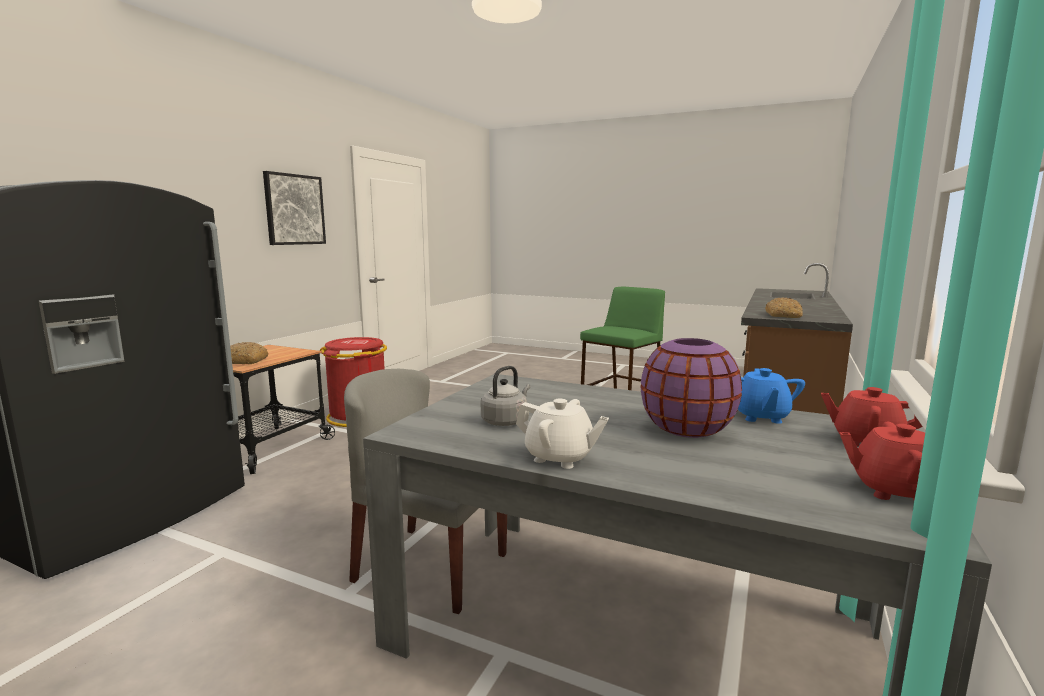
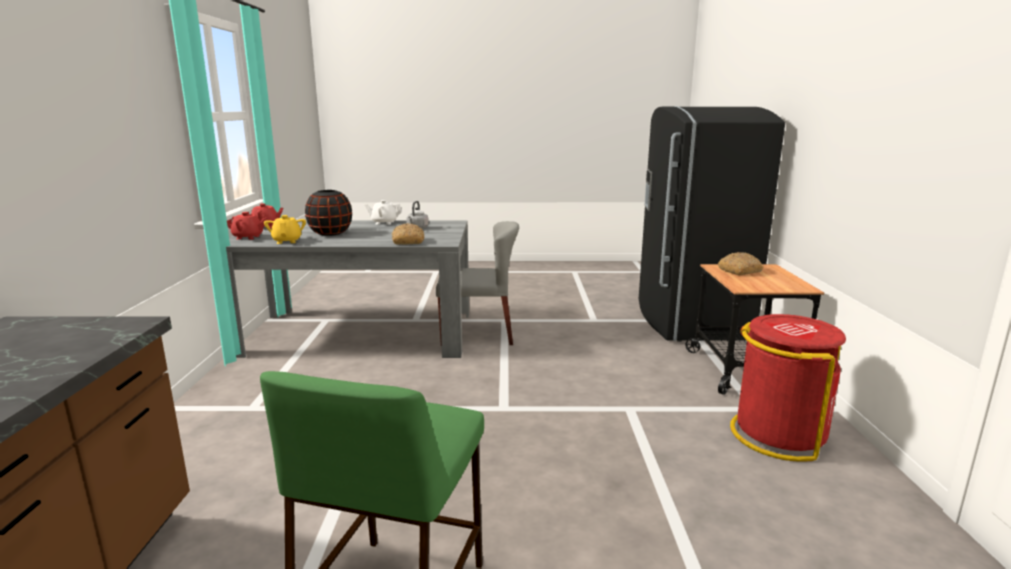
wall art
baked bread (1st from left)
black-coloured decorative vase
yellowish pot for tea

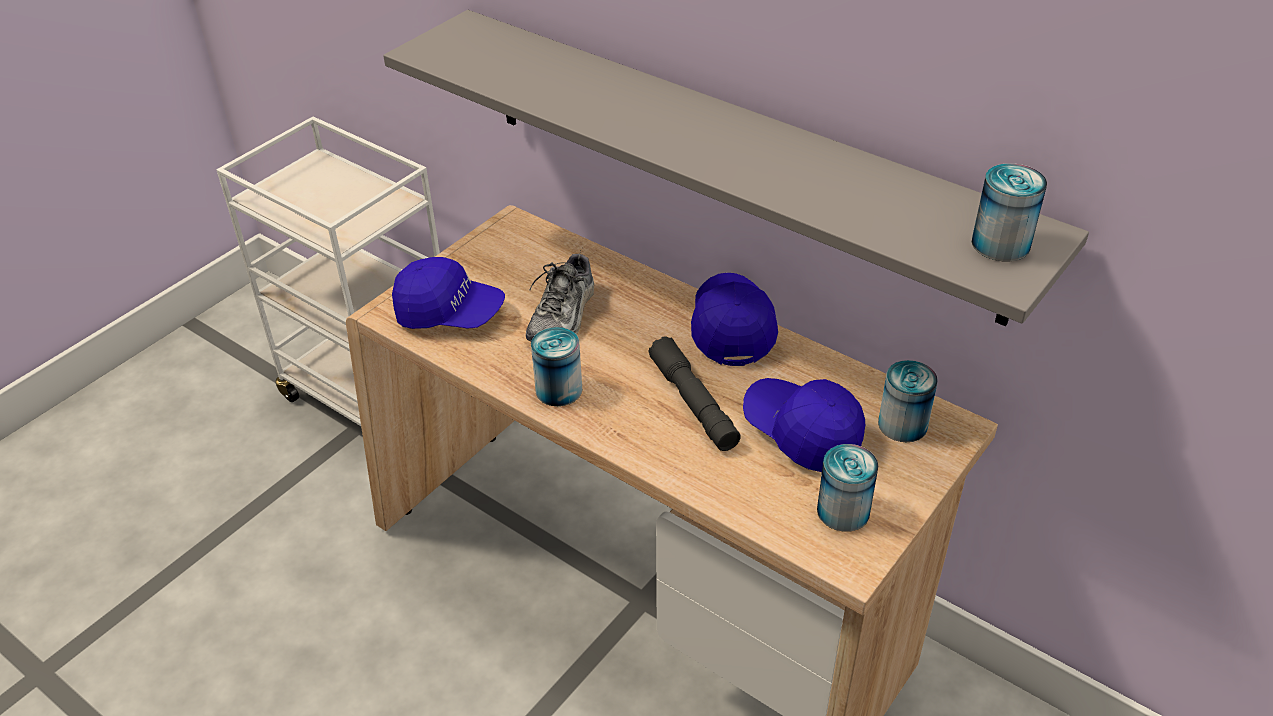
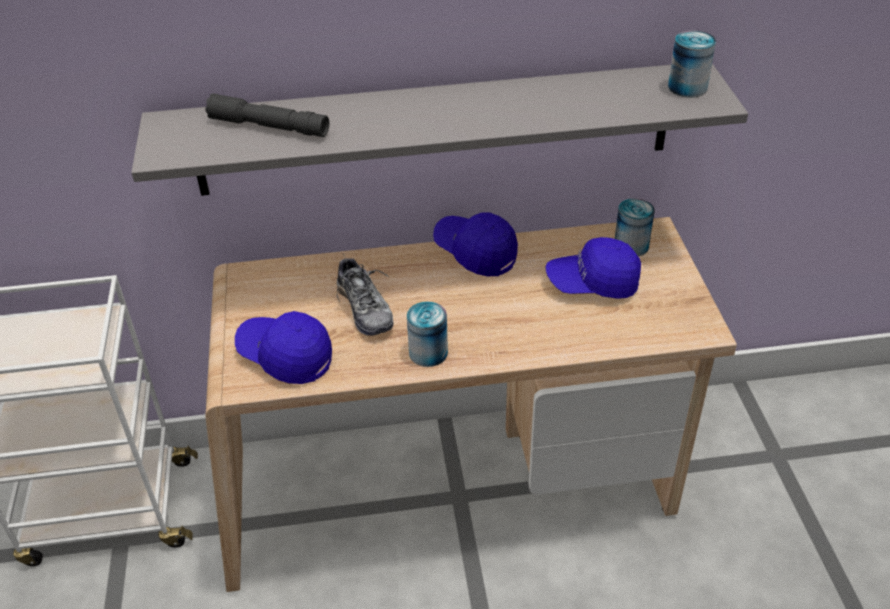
blue-coloured peaked cap (1st from left)
greyish hand torch
can (2nd from left in the first image)

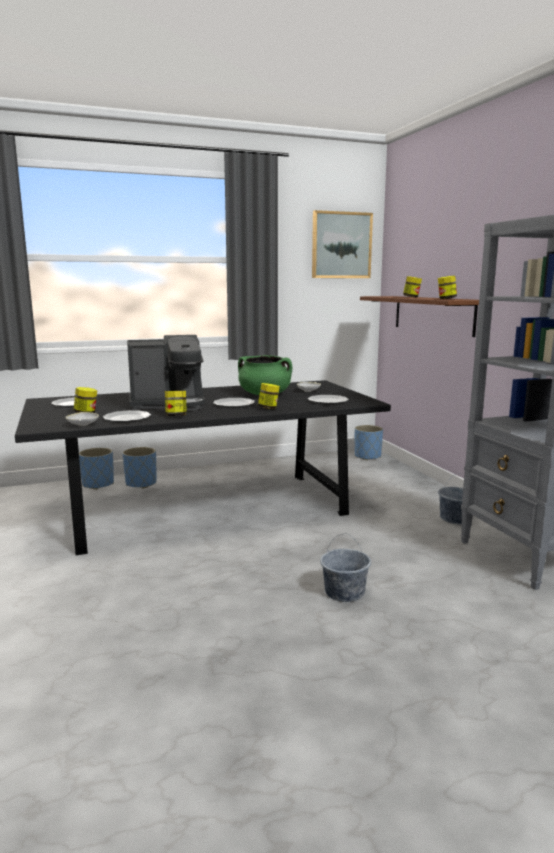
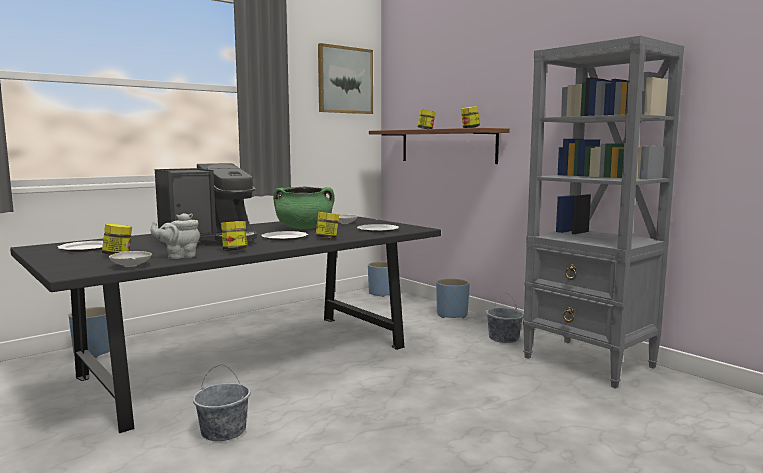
greyish pot for tea
blue-coloured plant pot (3rd from left)
greyish water bucket (1st from left)

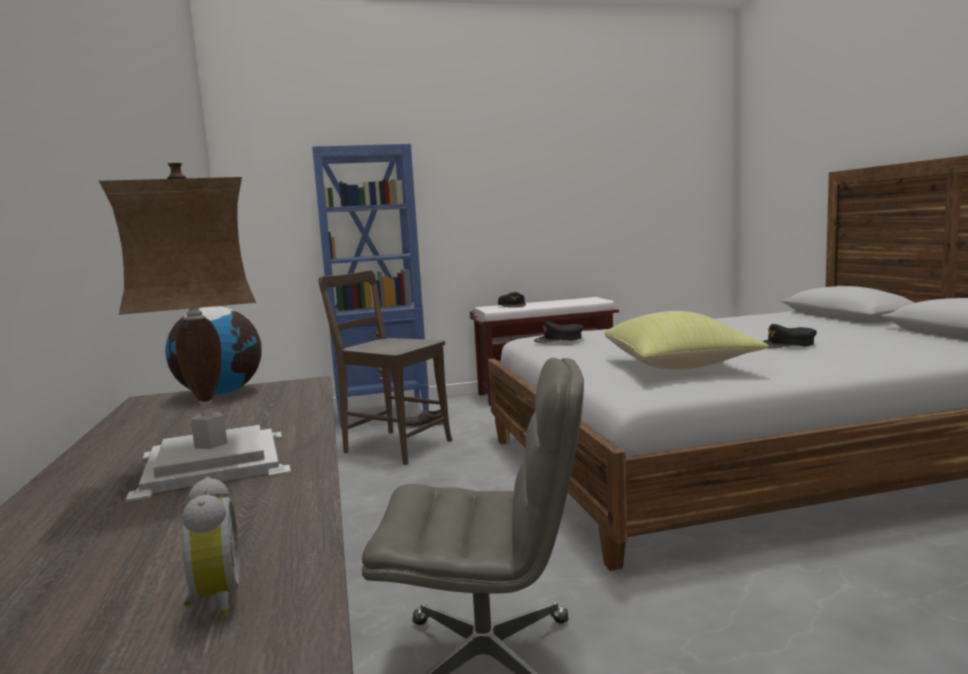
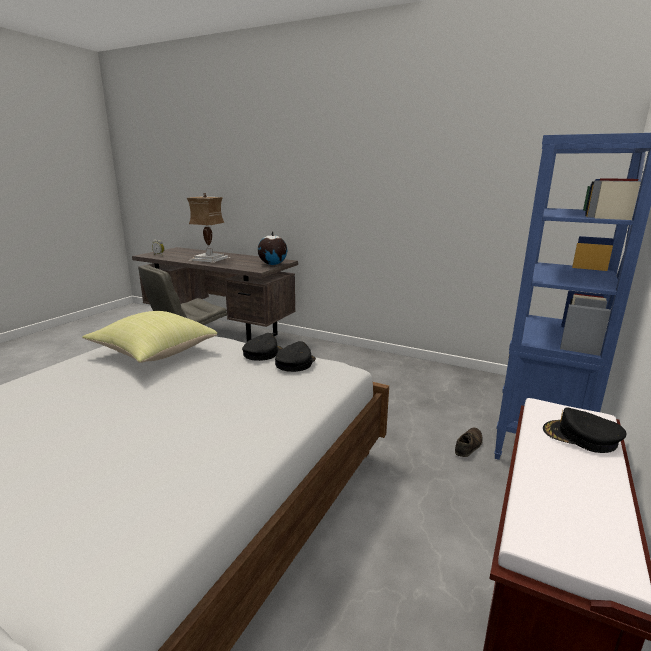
brownish upright chair
black-coloured peaked cap (1st from left)

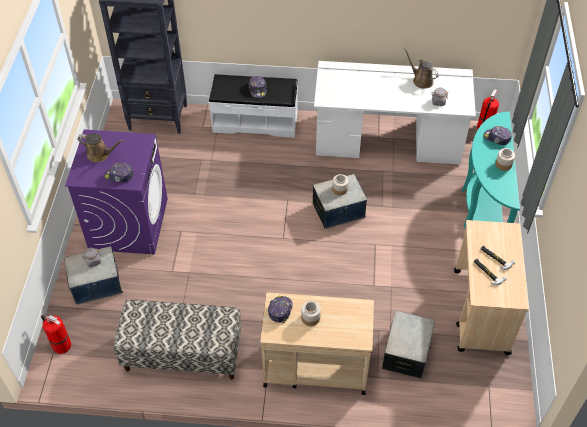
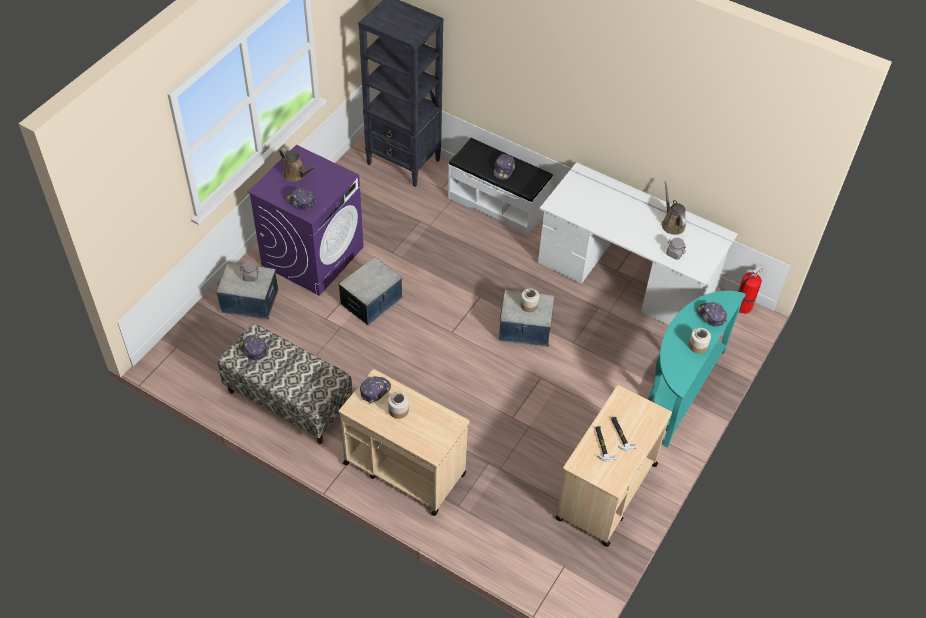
storage container (2nd from left)
extinguisher (1st from left in the first image)
peaked cap (1st from left)

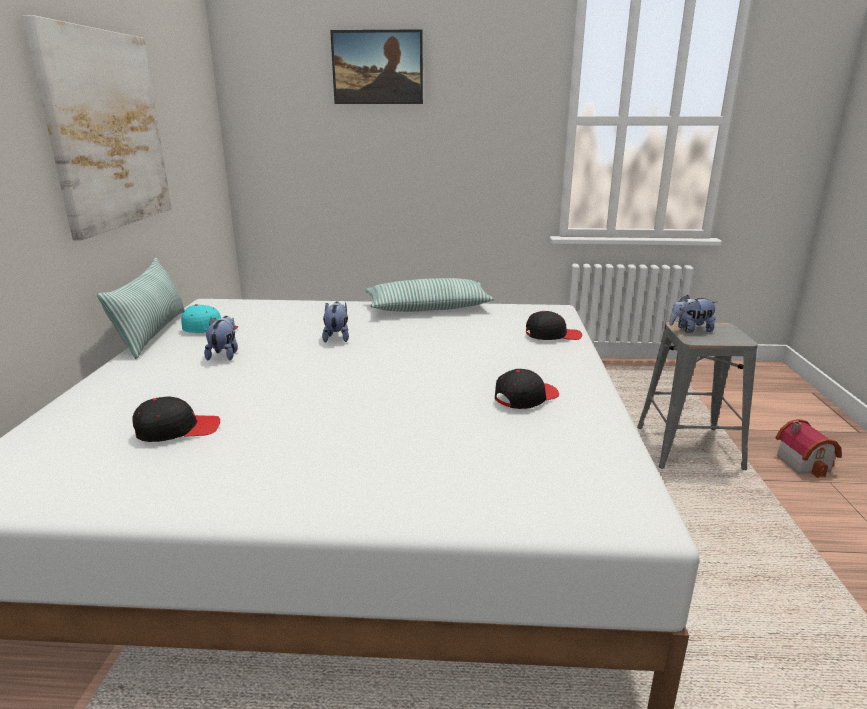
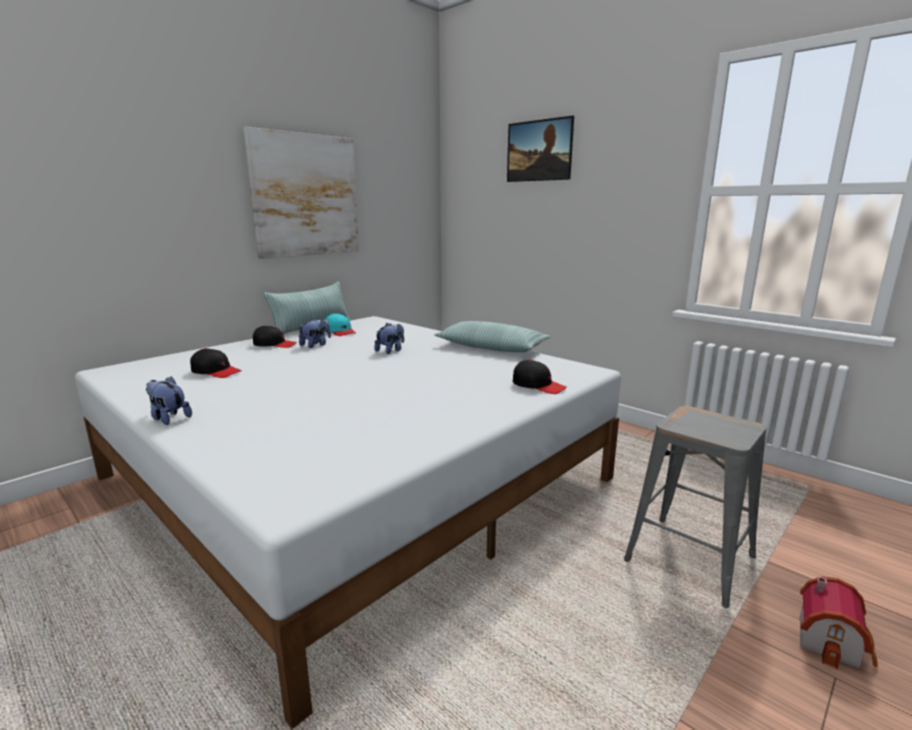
soft toy (1st from left)
black-coloured peaked cap (2nd from left)

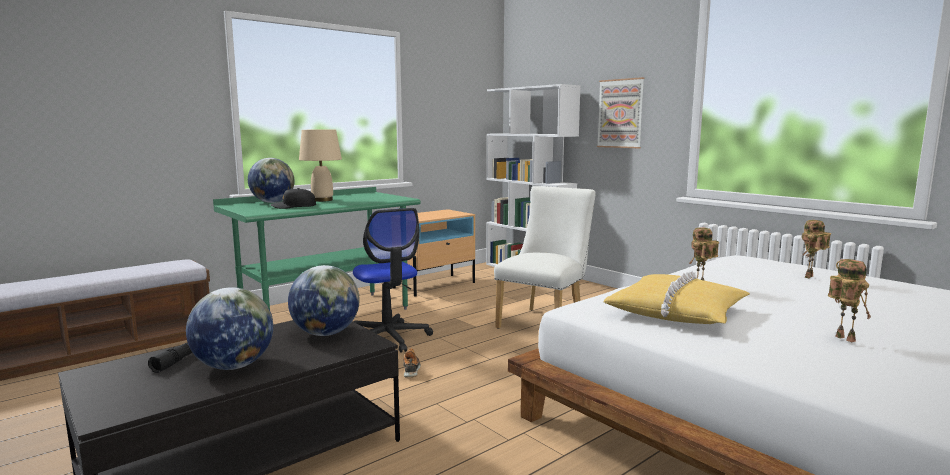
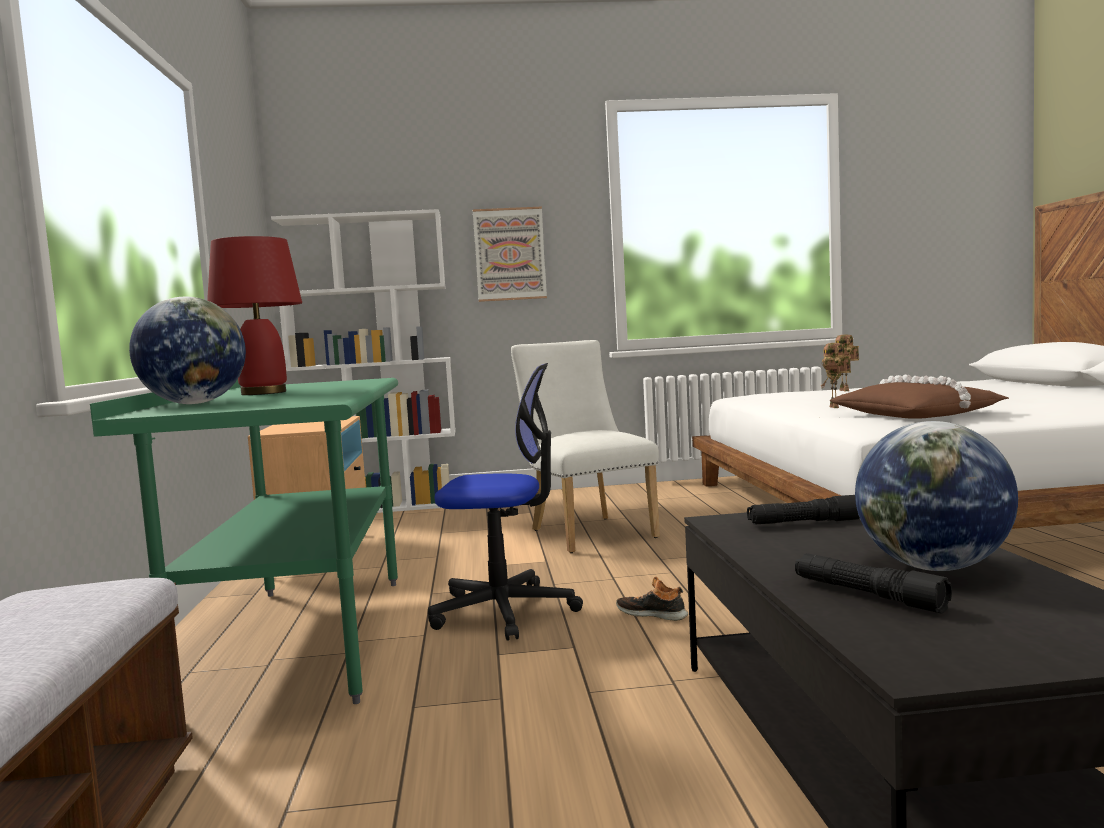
red-coloured table lamp
black-coloured peaked cap
robot figure (3rd from left in the first image)
black-coloured hand torch (1st from left)
brownish cushion

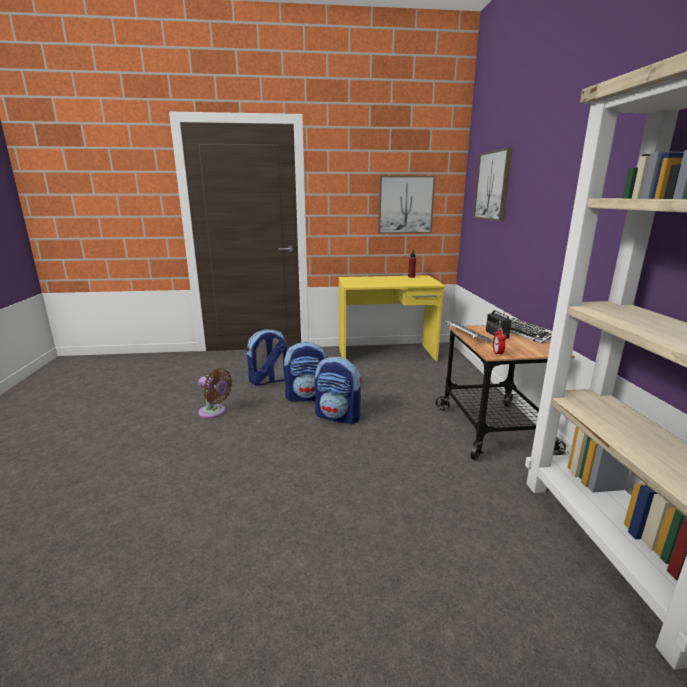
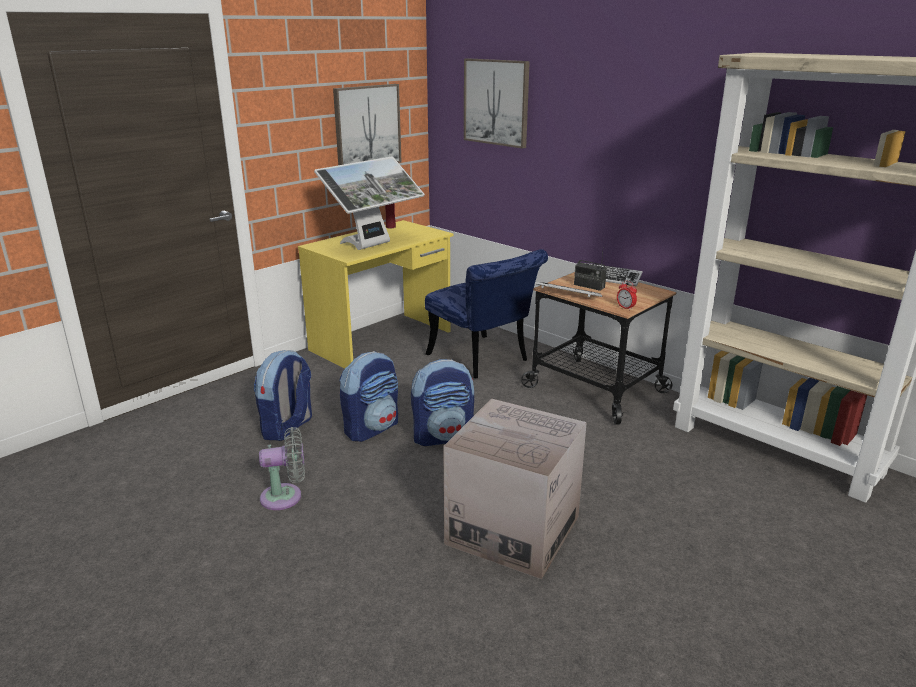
greyish electric fan
monitor
blue-coloured upright chair
packing box

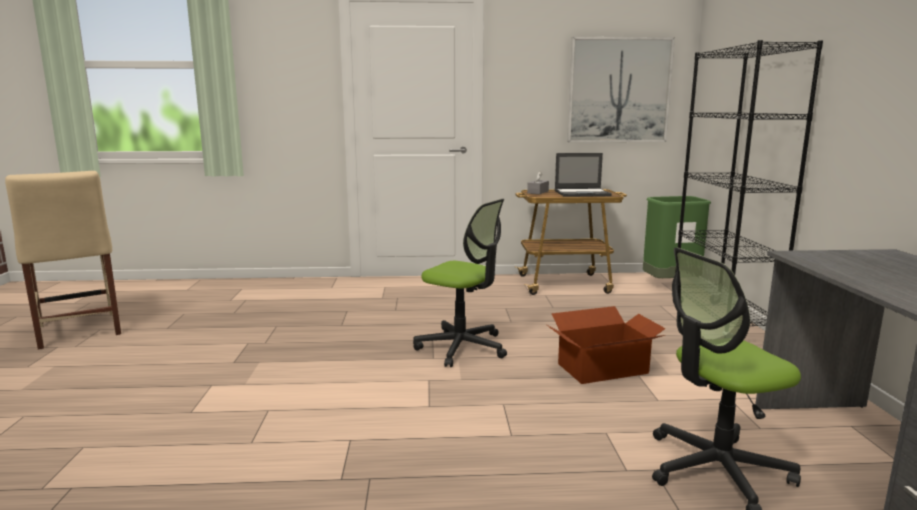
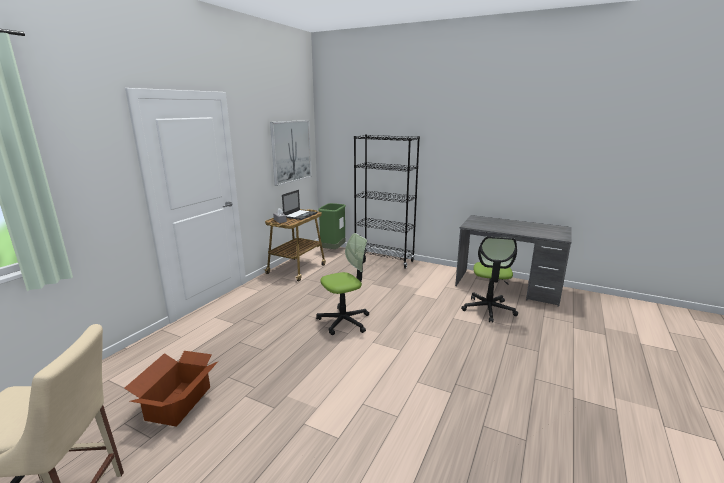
packing box

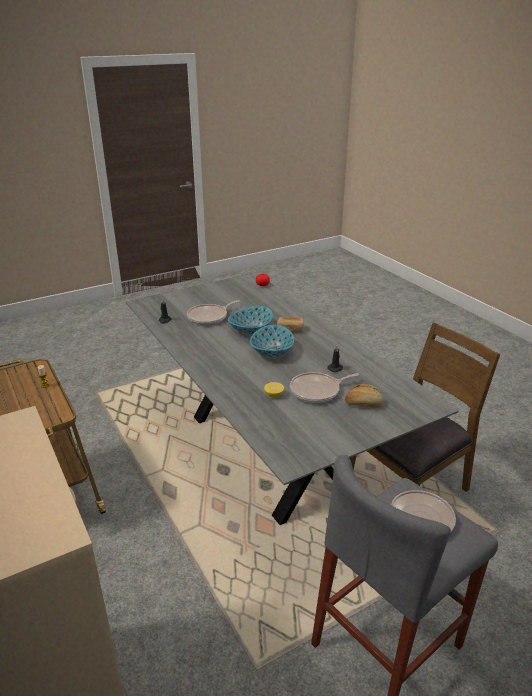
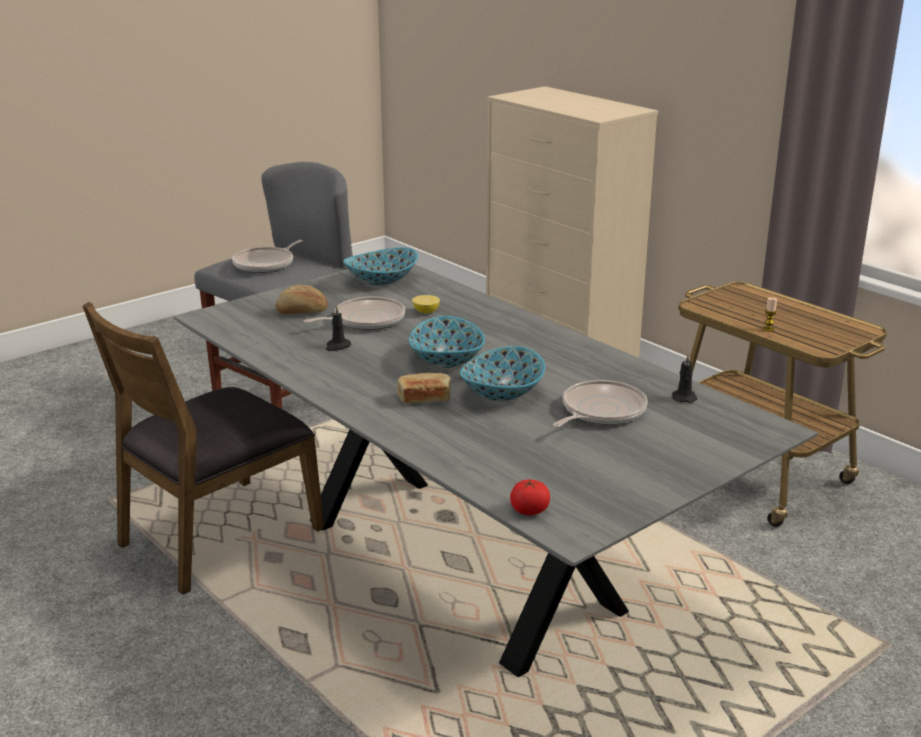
bowl (1st from left)

